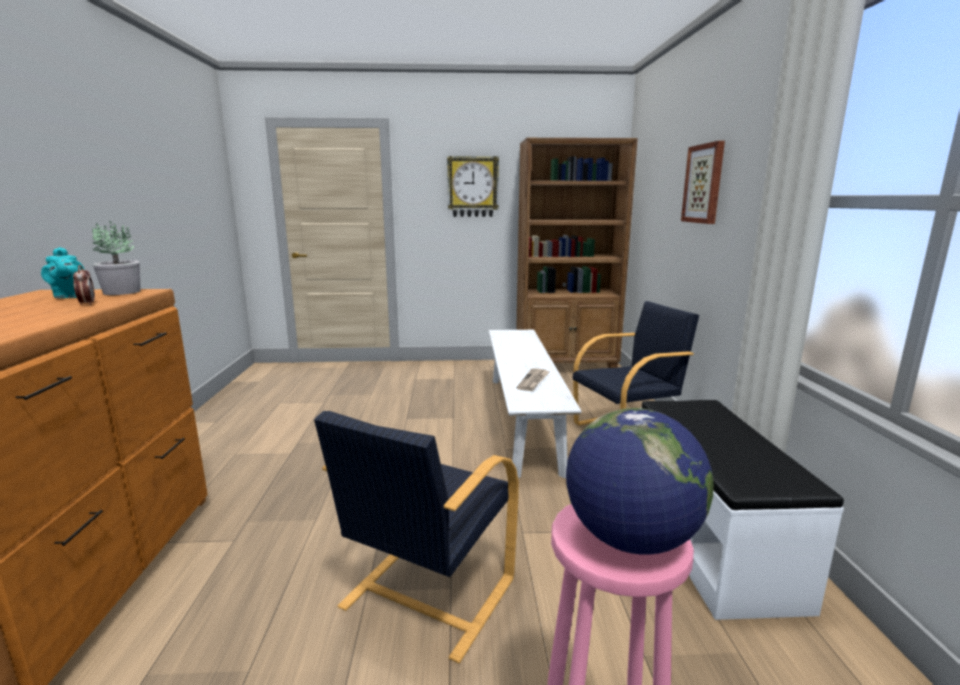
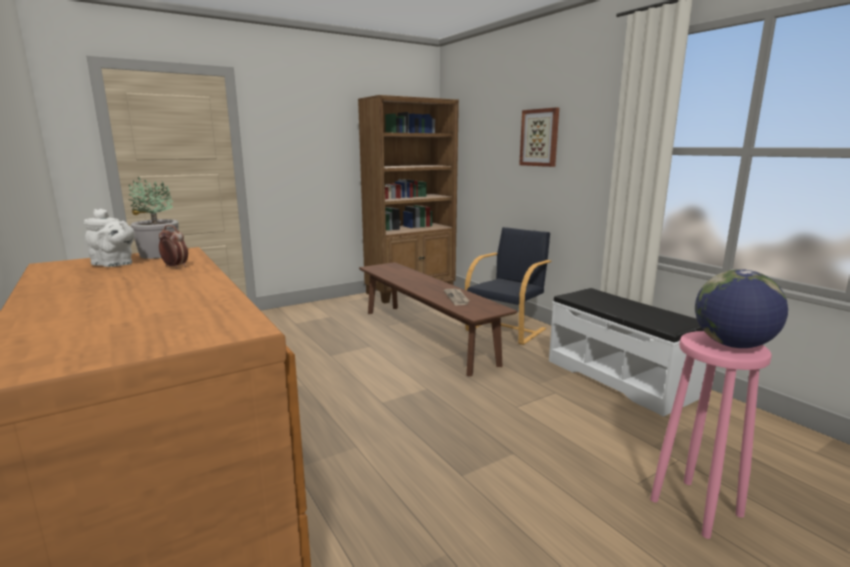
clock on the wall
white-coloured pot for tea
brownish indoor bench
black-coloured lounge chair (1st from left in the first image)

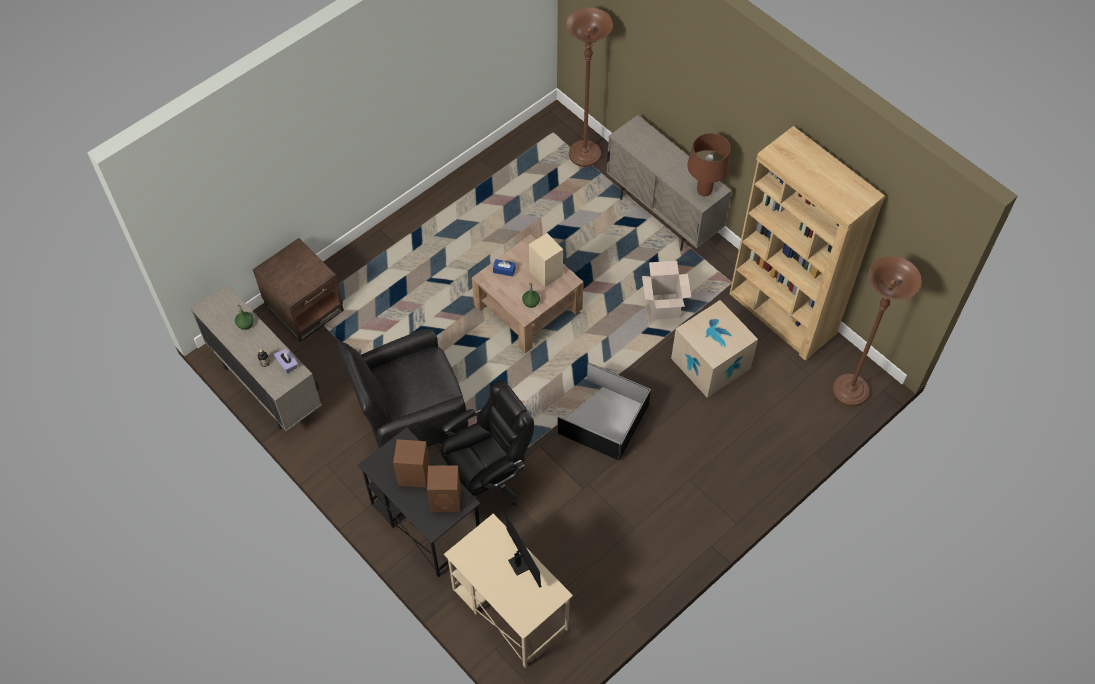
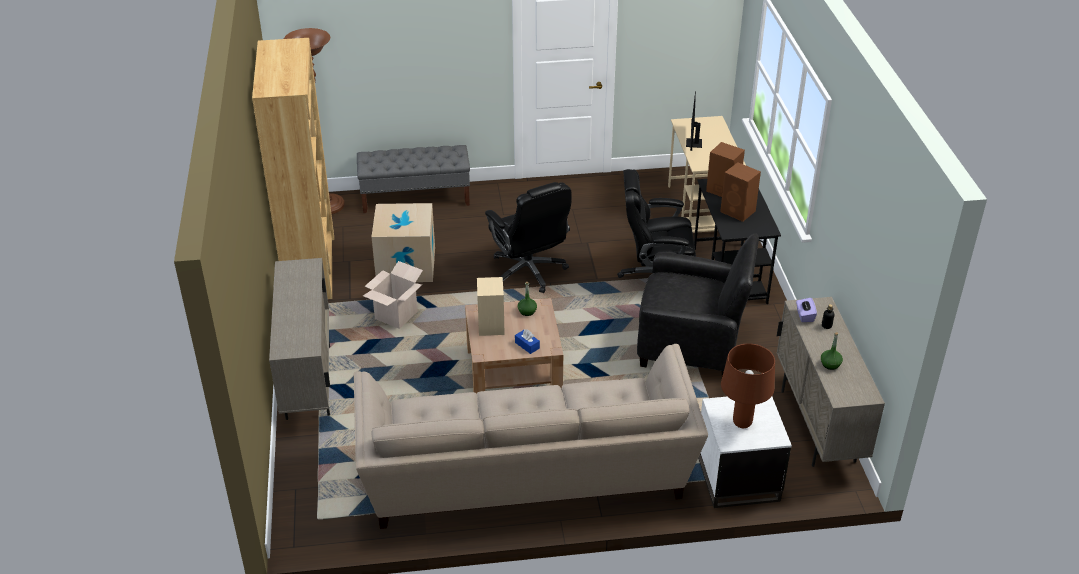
brownish standing lamp (1st from left in the first image)
brownish table lamp
white-coloured side table
black-coloured computer chair (1st from left)
greyish indoor bench
beige-coloured settee

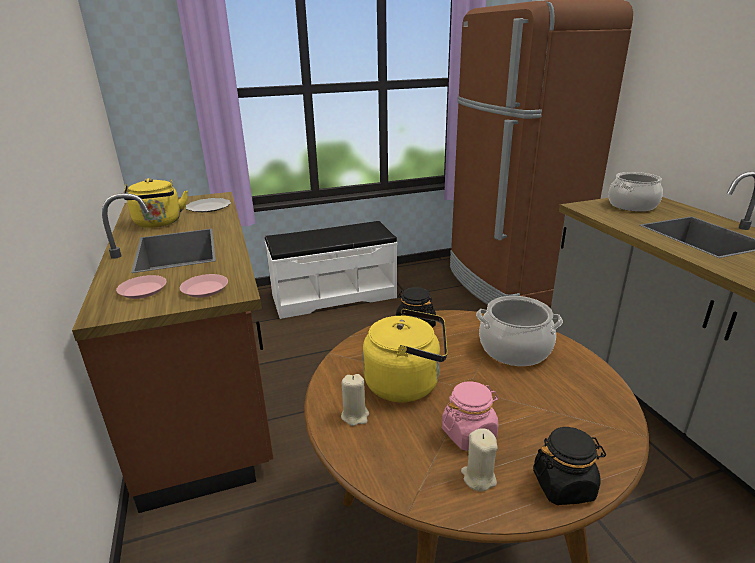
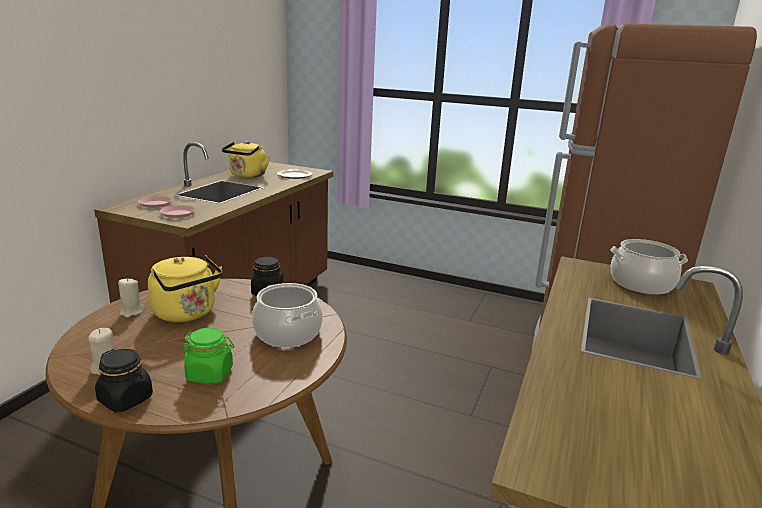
white-coloured indoor bench
pink-coloured jar
green-coloured jar

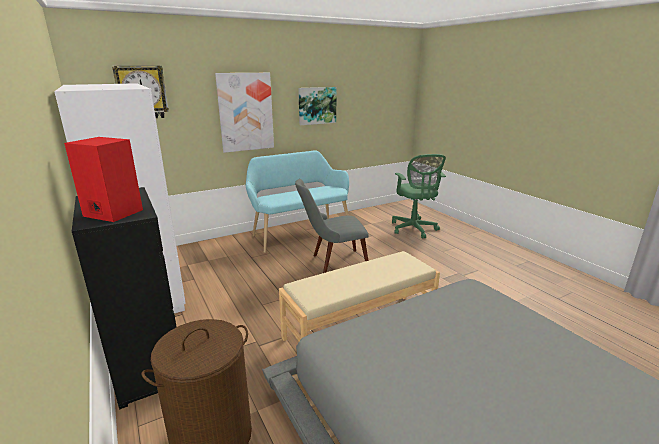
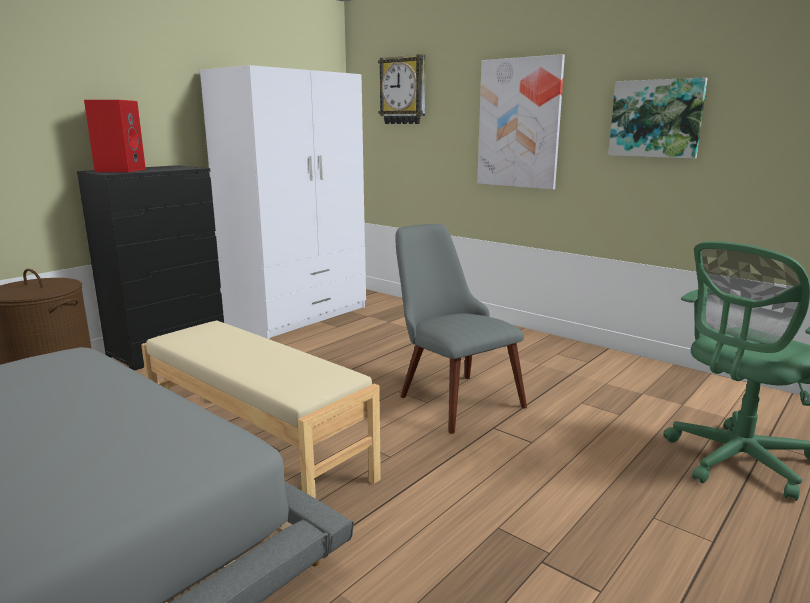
turquoise-coloured indoor bench

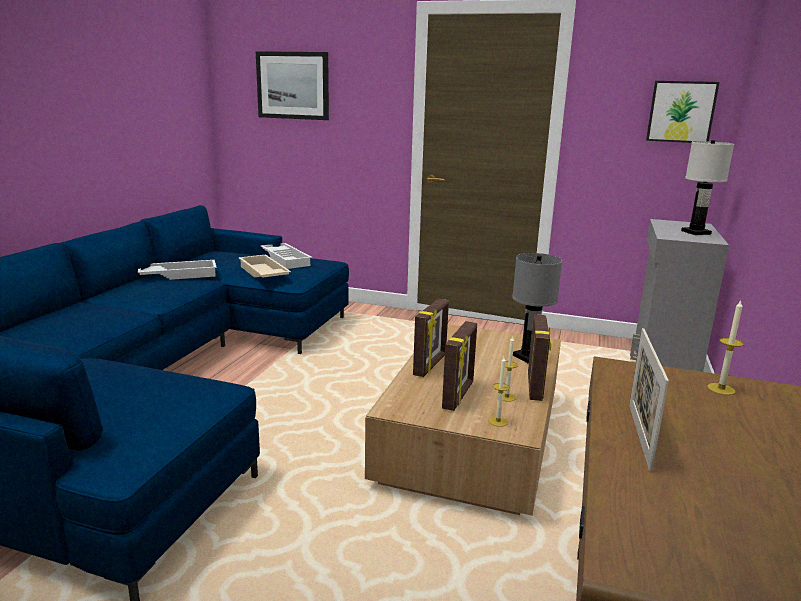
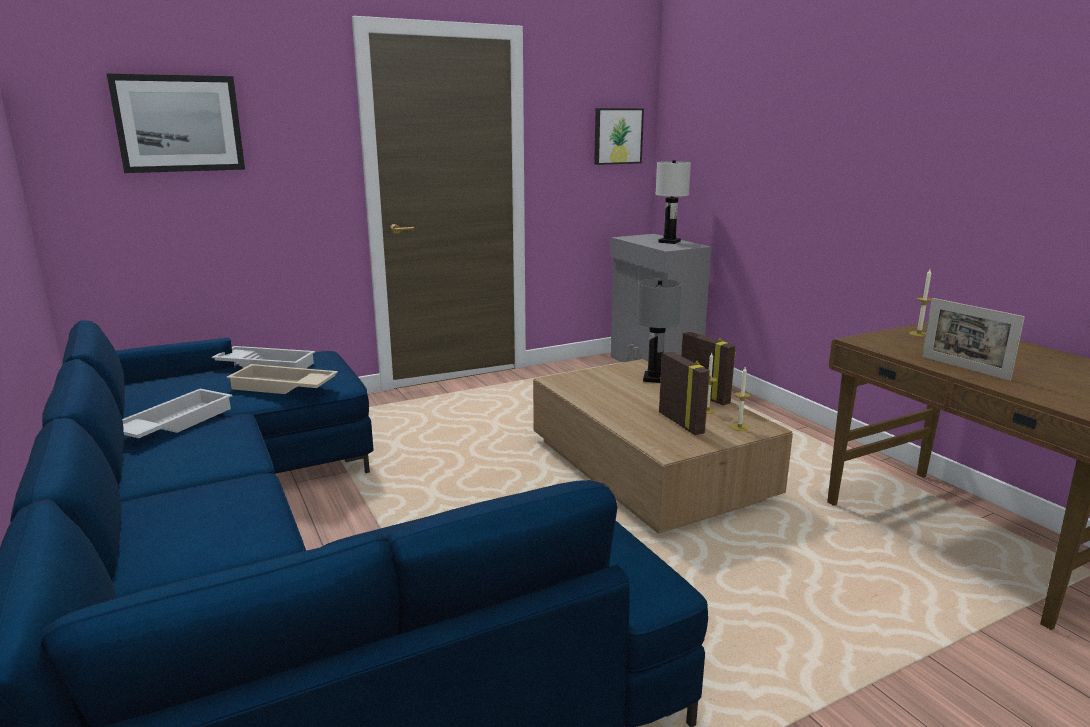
photo frame (1st from left in the first image)

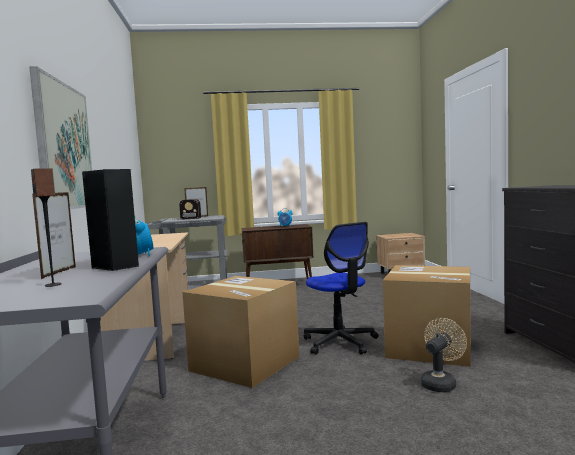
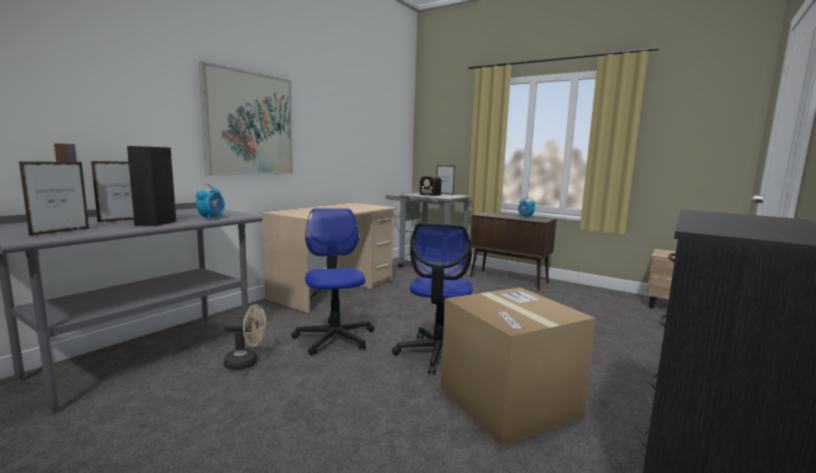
computer chair (1st from left)
beige-coloured electric fan
photo frame (1st from left)

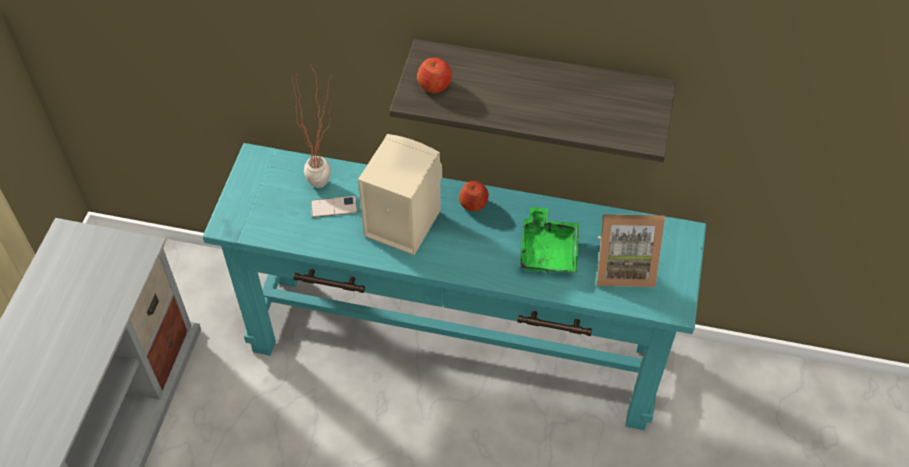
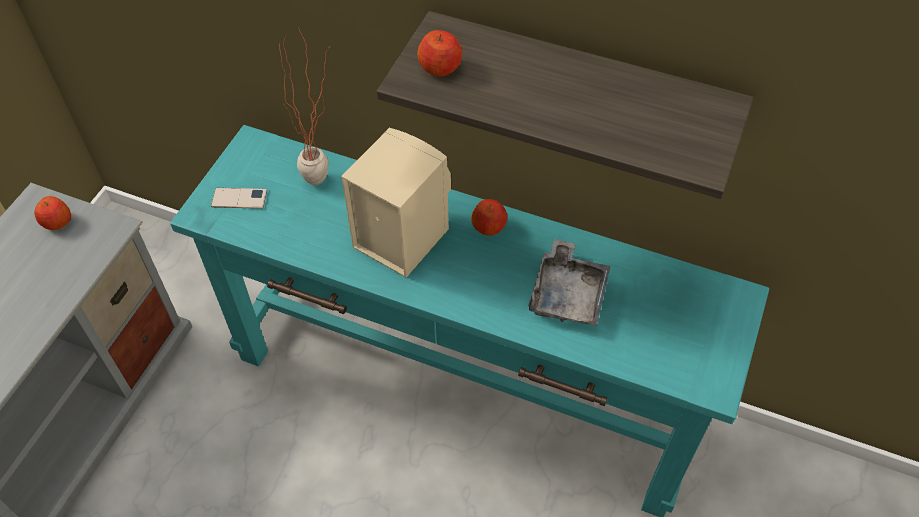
telephone
greyish serving tray
photo frame
apple fruit (1st from left)

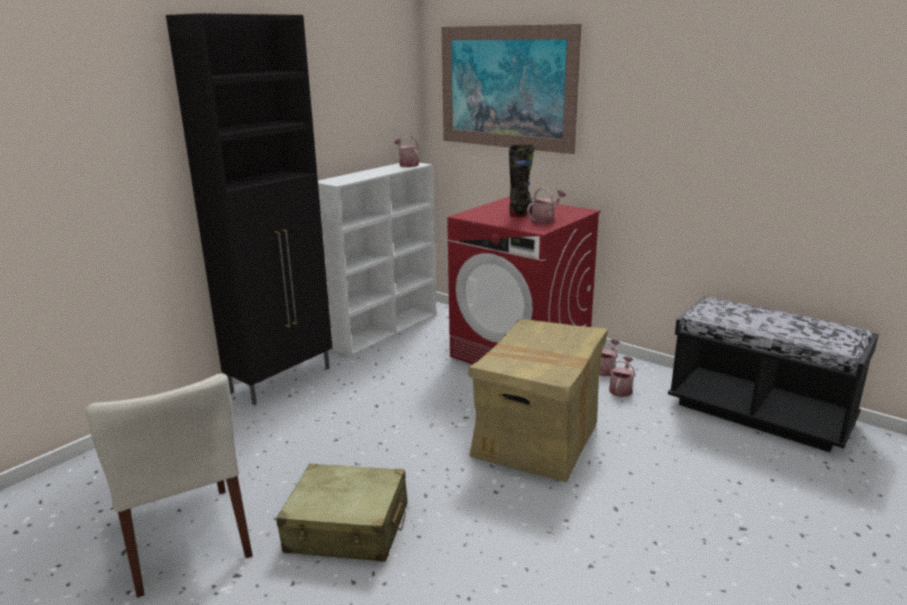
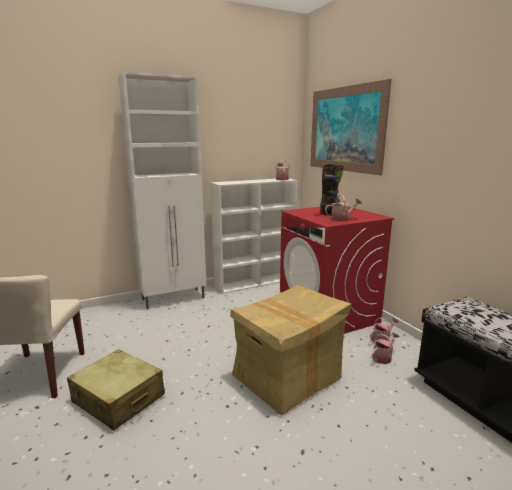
white-coloured cabinet

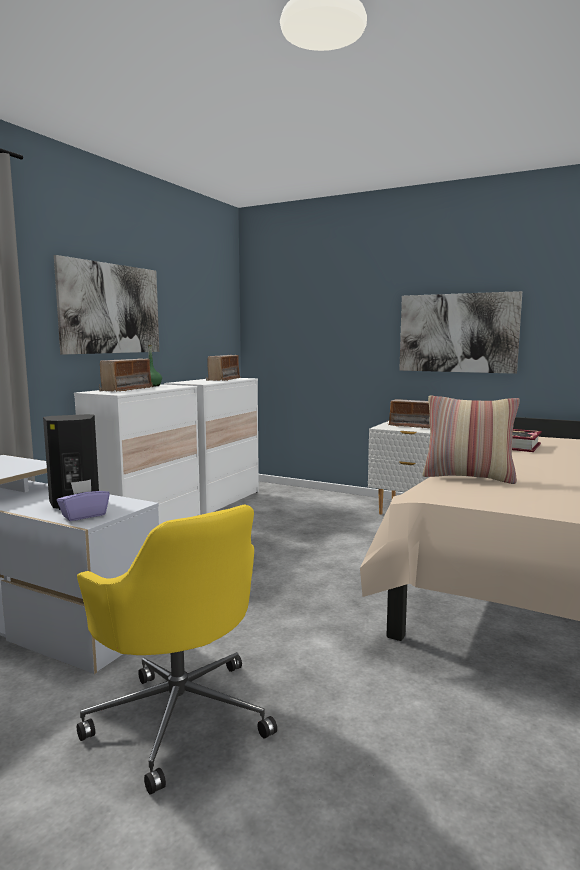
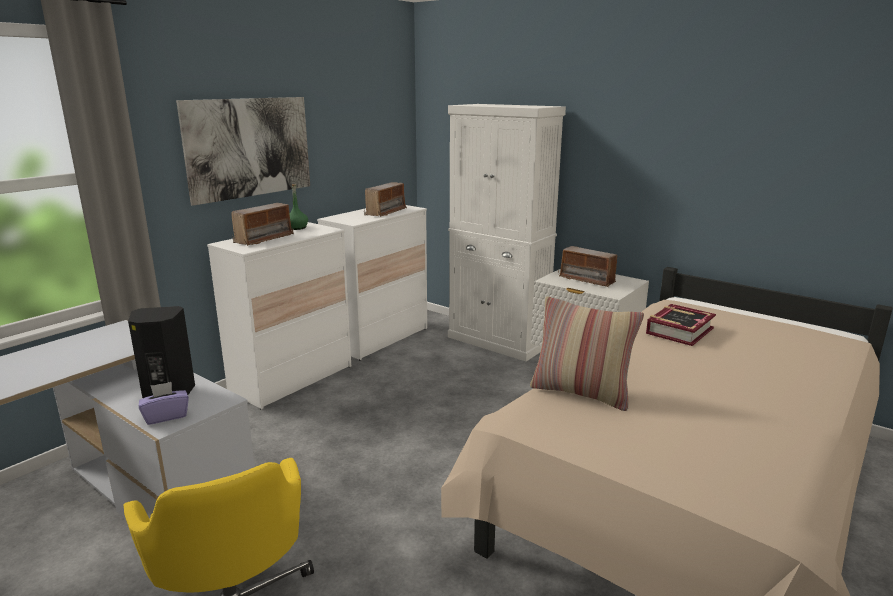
wall art (2nd from left in the first image)
white-coloured cabinet

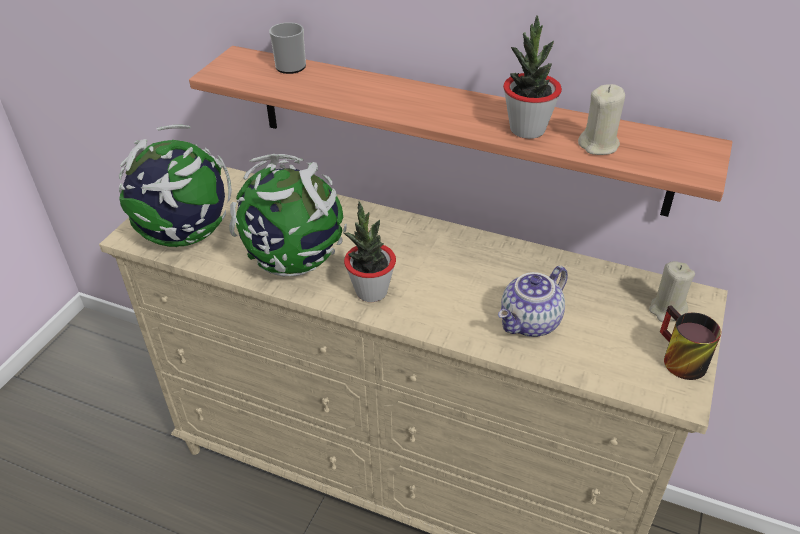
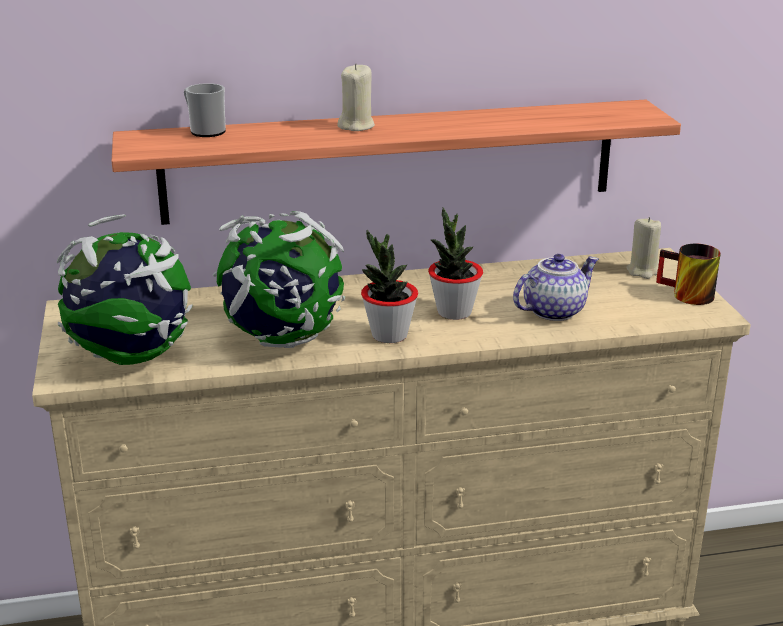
houseplant (2nd from left)
beige-coloured wax light (1st from left)
pot for tea

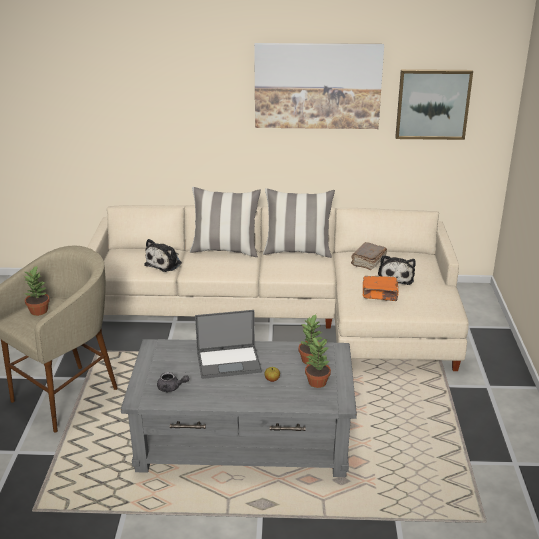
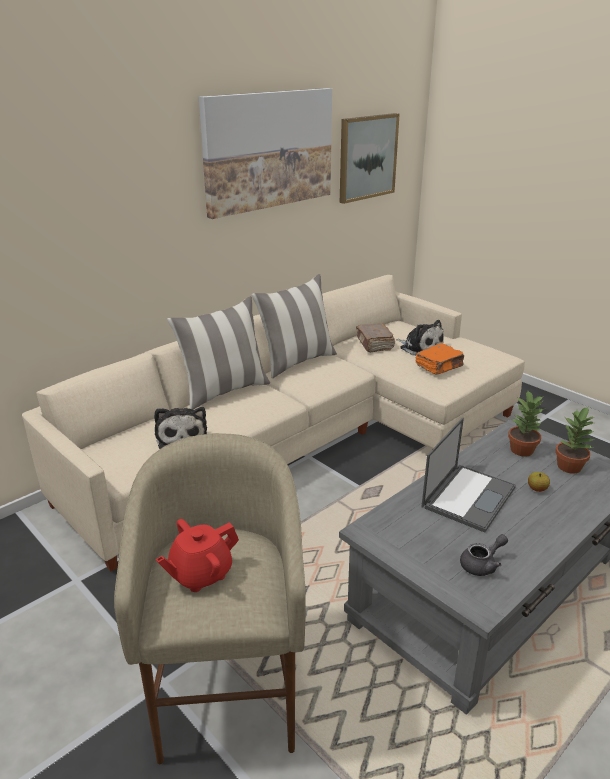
red-coloured pot for tea

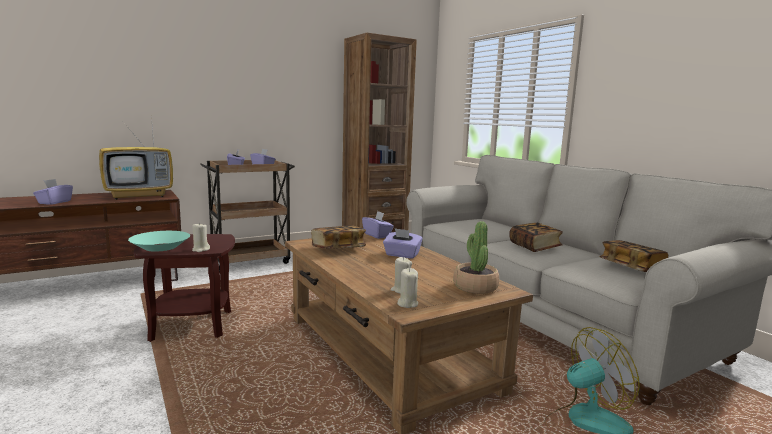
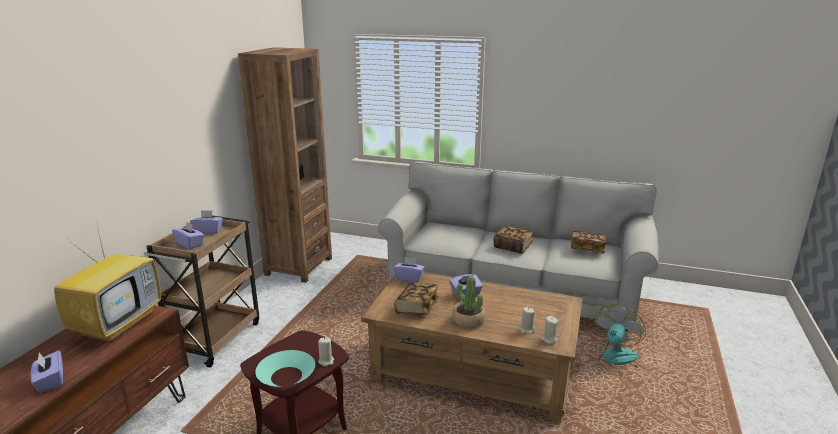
houseplant

